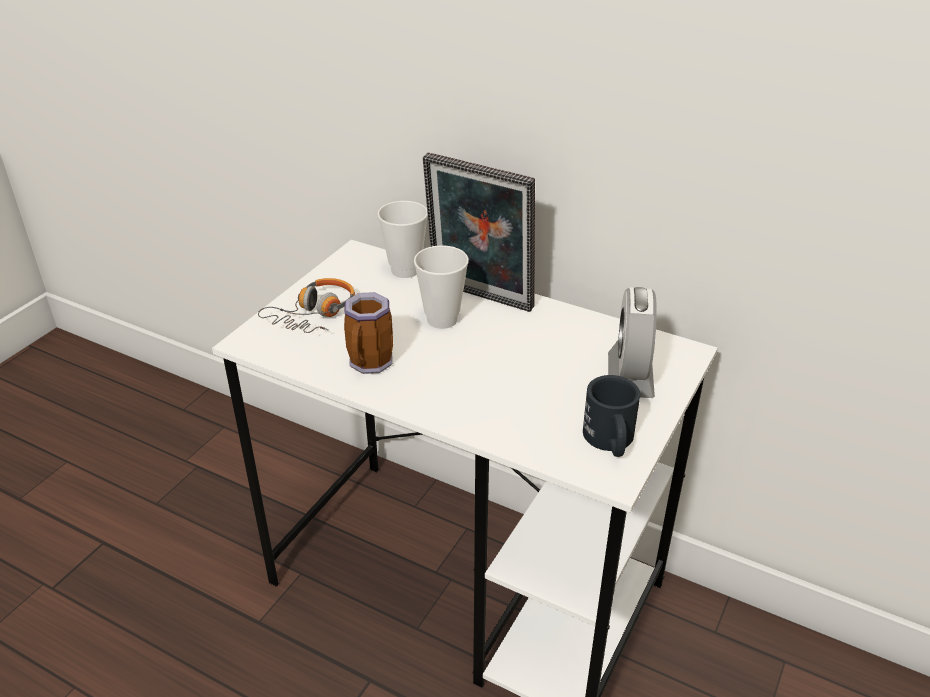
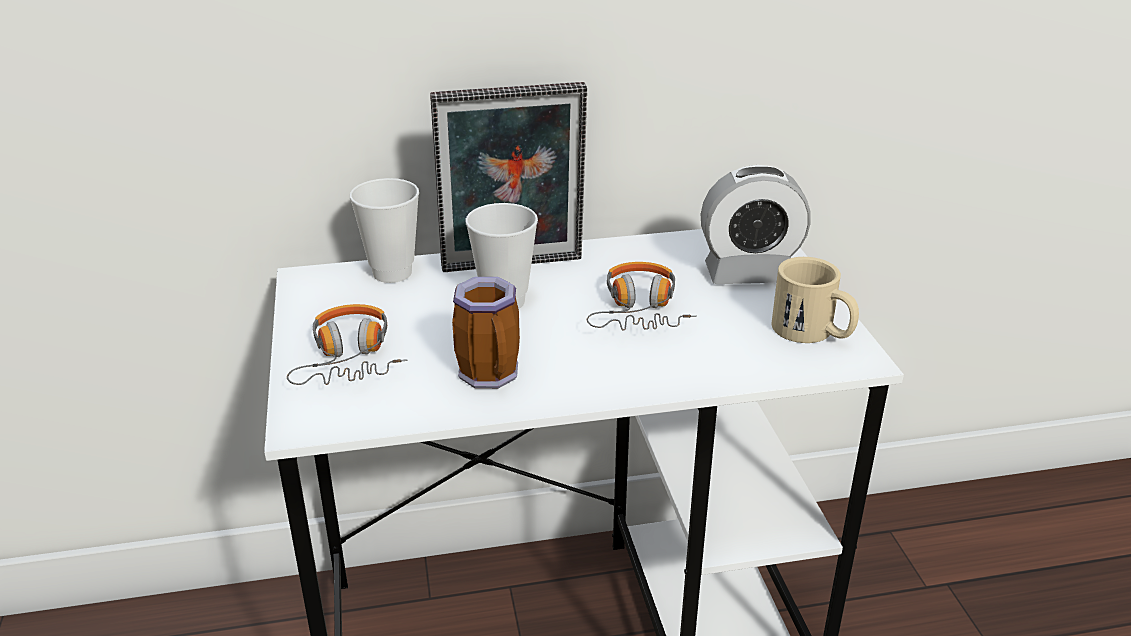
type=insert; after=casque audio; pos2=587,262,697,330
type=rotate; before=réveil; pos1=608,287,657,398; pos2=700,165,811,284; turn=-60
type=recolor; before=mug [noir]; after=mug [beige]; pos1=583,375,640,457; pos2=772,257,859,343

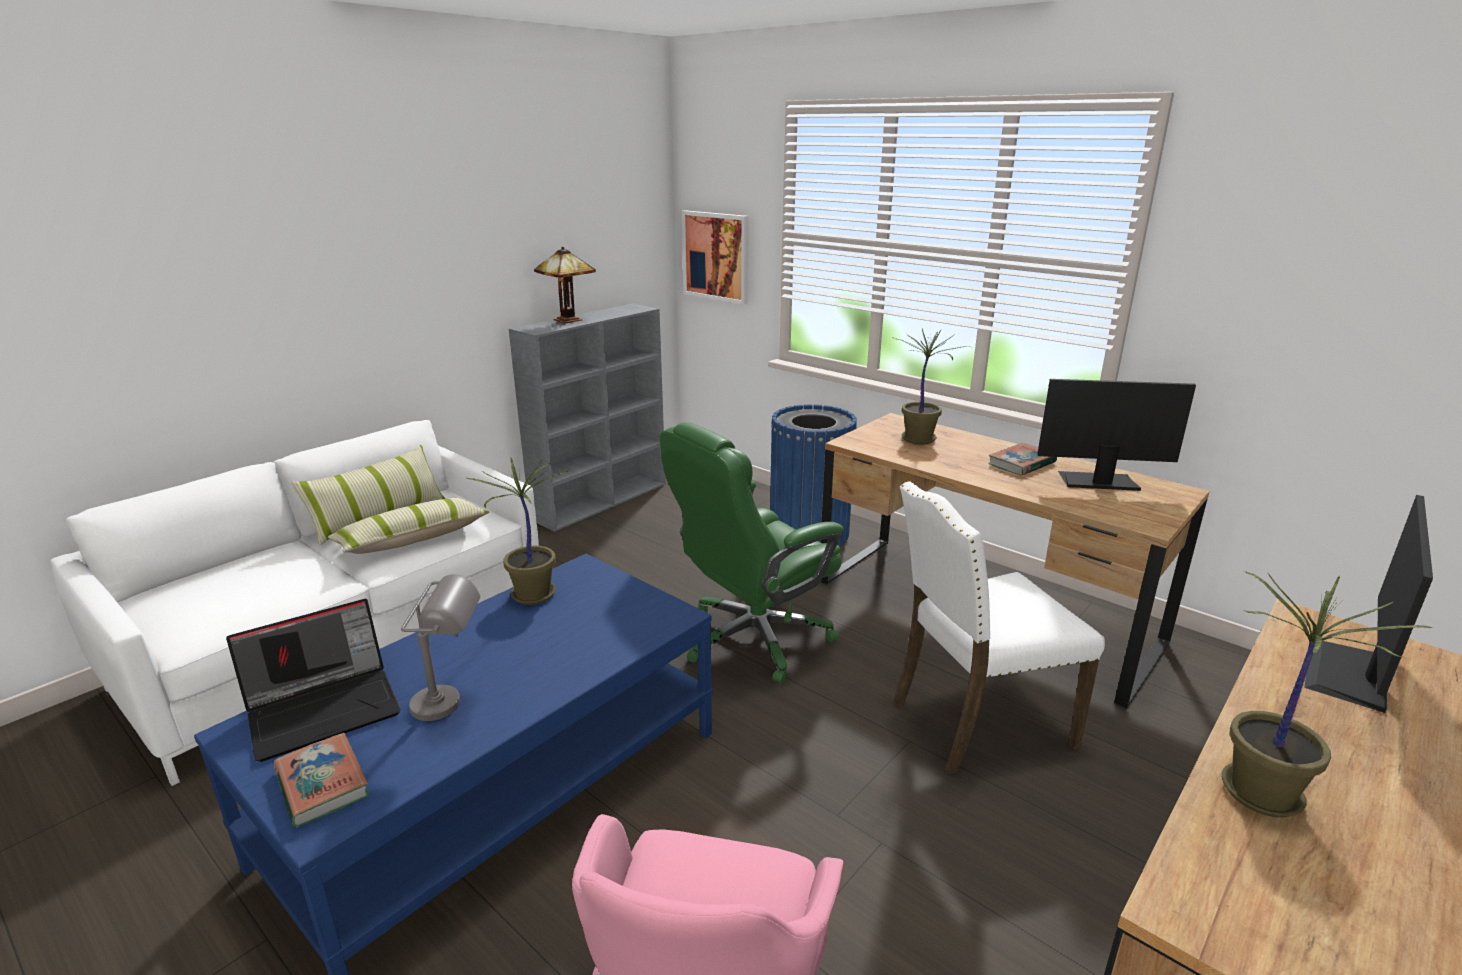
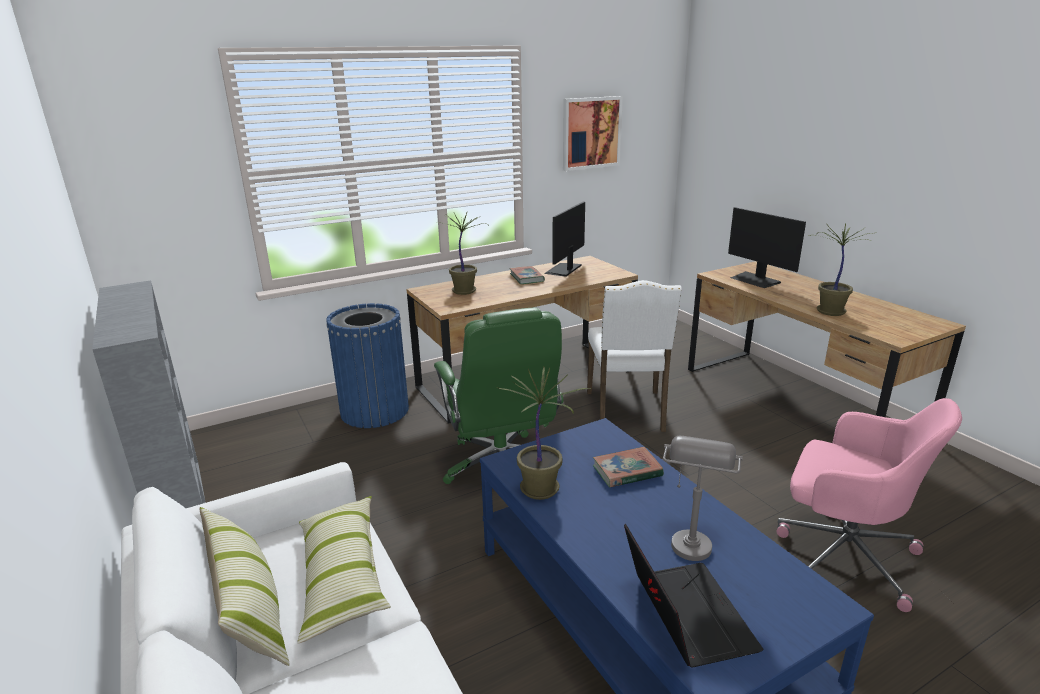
type=move; before=tableau; pos1=682,210,749,305; pos2=563,96,623,171
type=move; before=livre; pos1=274,733,369,827; pos2=593,447,664,487
type=delete; before=lampe de table; pos1=534,246,596,323

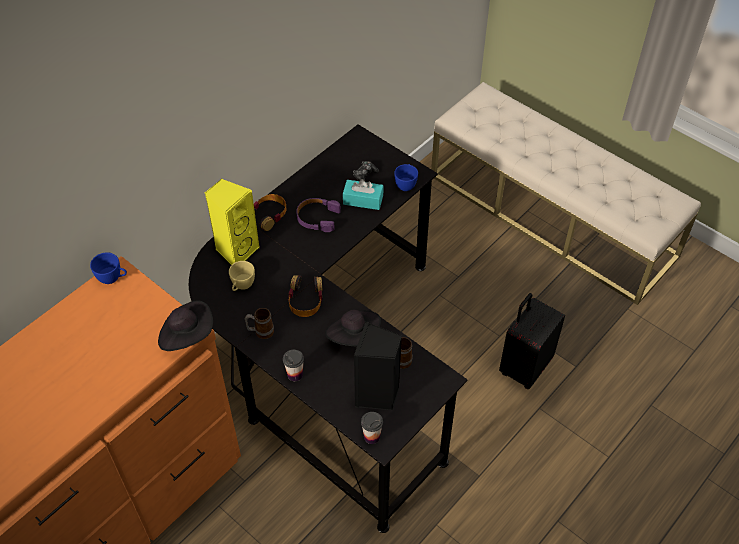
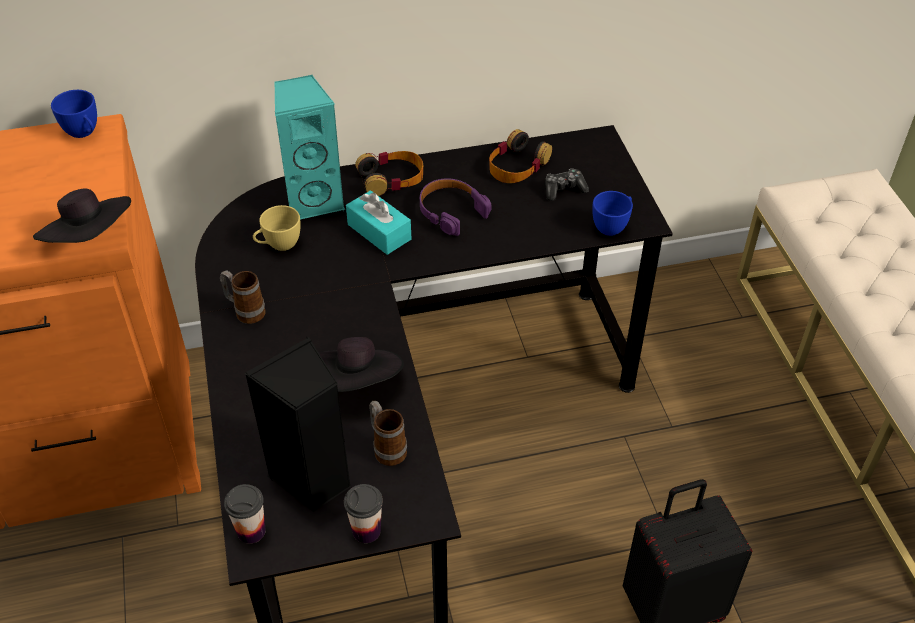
type=recolor; before=enceinte [jaune]; after=enceinte [turquoise]; pos1=205,179,260,265; pos2=275,75,346,219
type=move; before=tasse; pos1=283,350,304,381; pos2=344,484,383,543
type=move; before=boîte à mouchoirs [turquoise]; pos1=343,179,383,210; pos2=346,190,411,255
type=move; before=casque audio; pos1=288,275,323,317; pos2=489,129,552,183

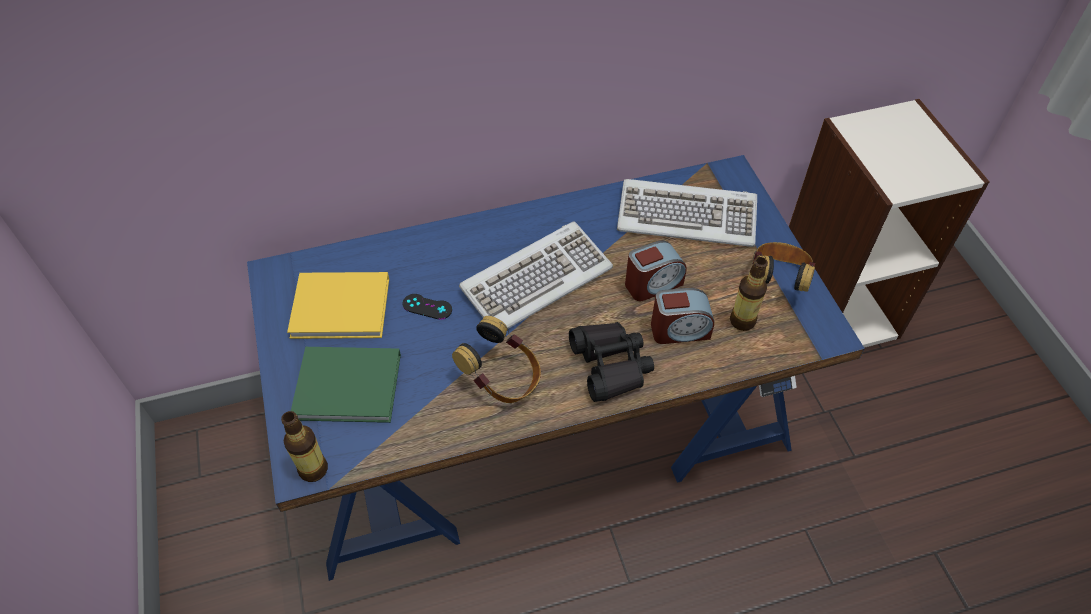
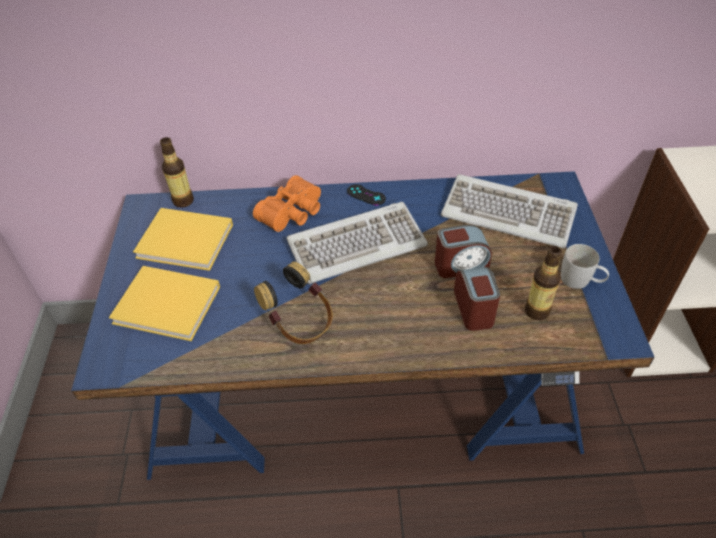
type=recolor; before=livre [vert]; after=livre [jaune]; pos1=291,347,401,423; pos2=109,266,220,341
type=move; before=bouteille; pos1=281,411,328,482; pos2=160,137,194,208
type=insert; after=jumelles [orange]; pos2=253,175,321,232
type=move; before=manette [noir]; pos1=402,294,452,320; pos2=347,184,386,206
type=rotate; before=réveil; pos1=651,288,714,344; pos2=454,267,500,331; turn=-105
type=replace; before=casque audio; after=mug [blanc]; pos1=753,242,815,292; pos2=561,244,609,289
type=delete; before=jumelles [noir]; pos1=569,322,654,402

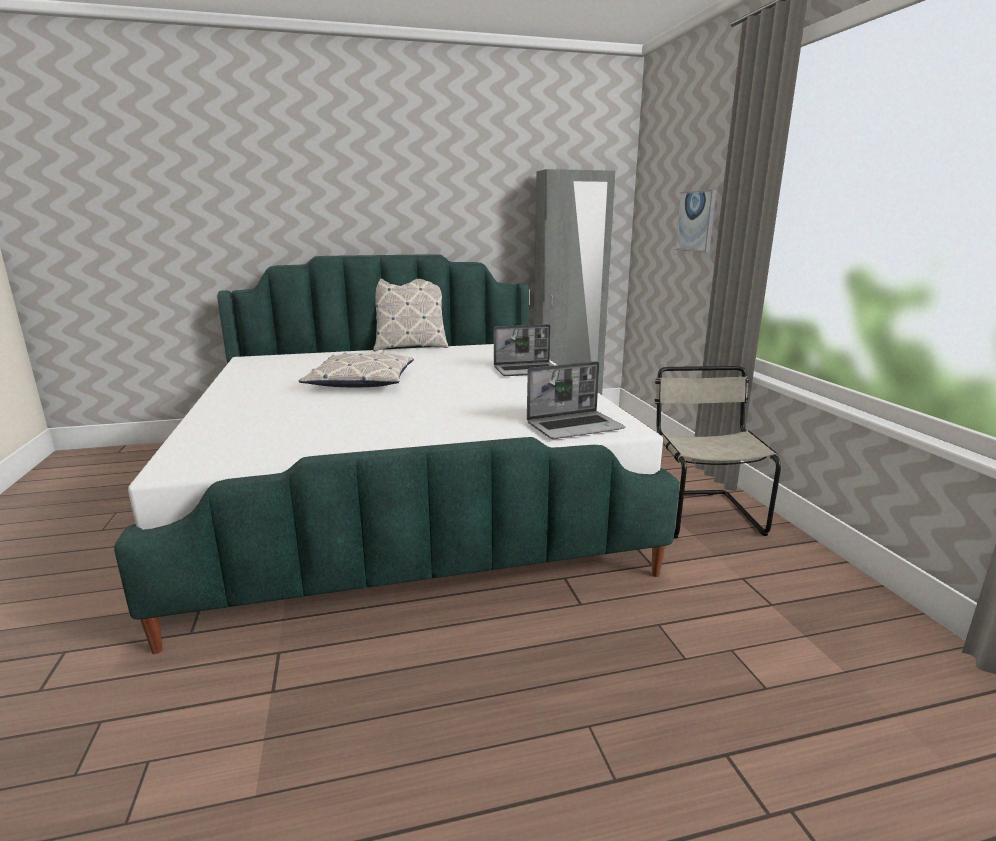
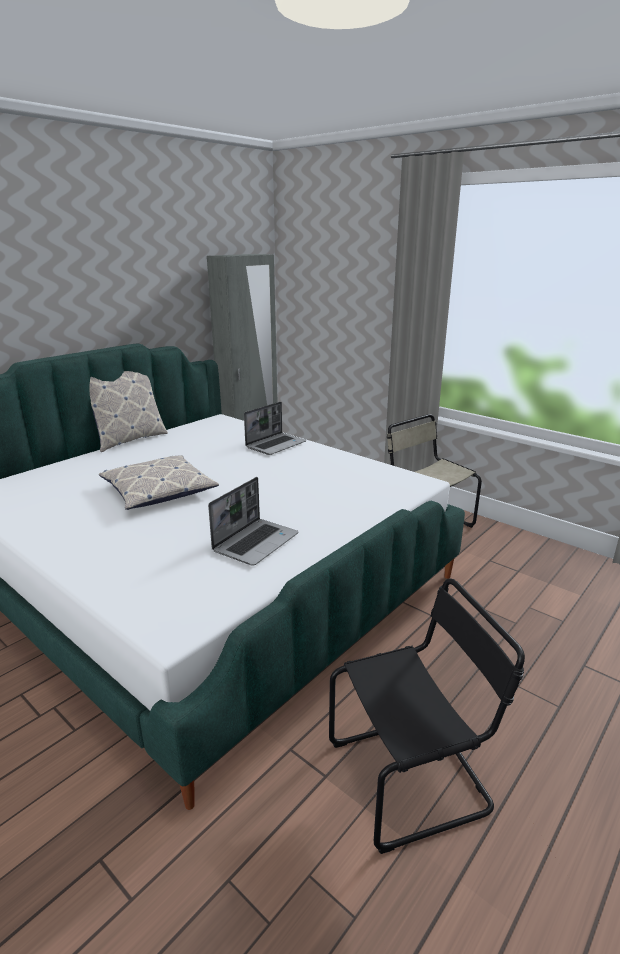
type=move; before=ordinateur portable; pos1=527,361,625,439; pos2=208,477,298,566
type=insert; after=chaise [noir]; pos2=329,578,525,854
type=delete; before=tableau; pos1=675,190,716,253

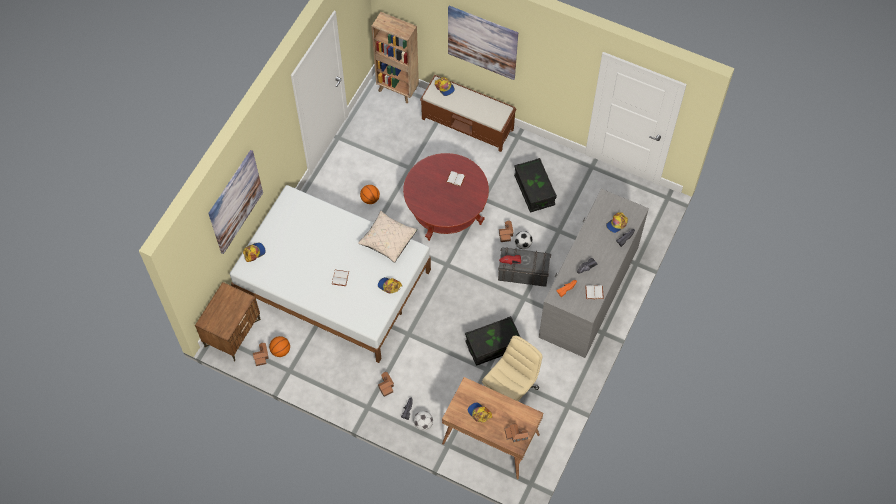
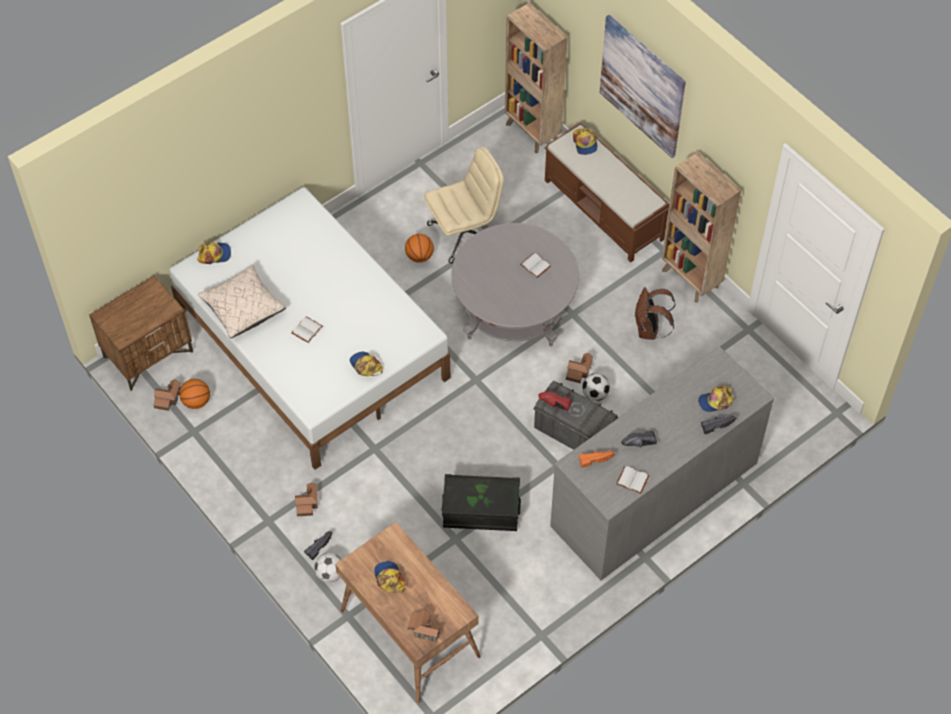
type=move; before=coussin [beige]; pos1=358,211,417,263; pos2=198,265,286,338
type=move; before=chaise de bureau [beige]; pos1=482,335,542,401; pos2=424,147,504,264
type=recolor; before=table basse [rouge]; after=table basse [gris]; pos1=403,153,489,241; pos2=451,223,579,346
type=replace; before=boîte de rangement [noir]; after=sac à dos [marron]; pos1=514,158,557,213; pos2=634,287,675,340
type=insert; after=bibliothèque [marron]; pos2=662,152,741,303
type=delete; before=tableau; pos1=208,150,263,254

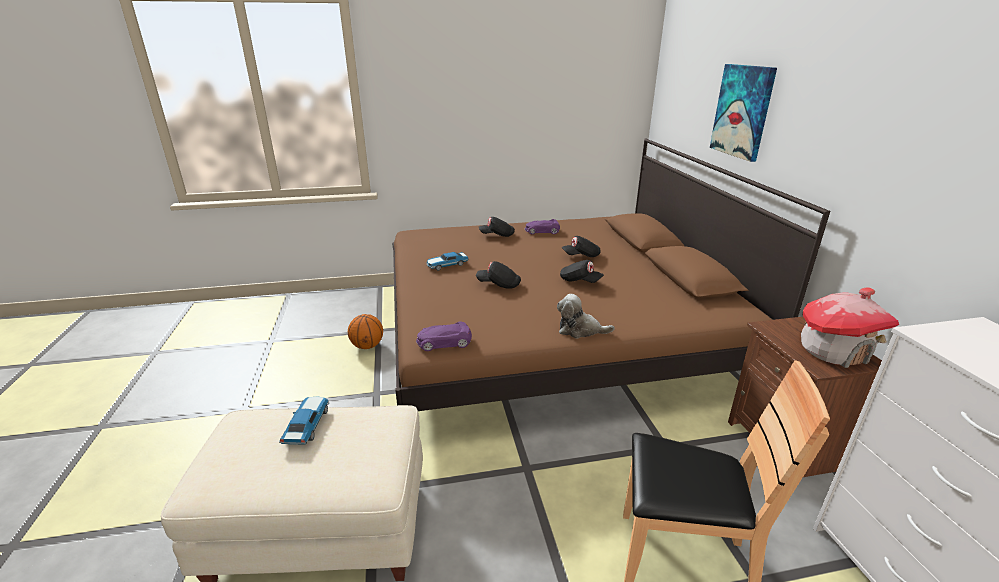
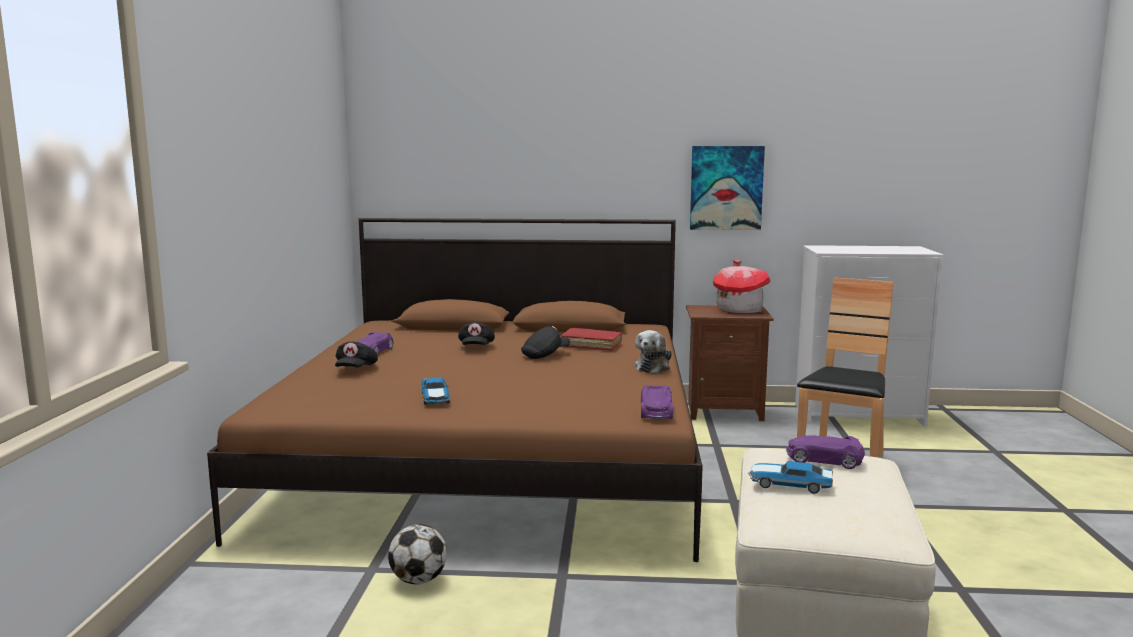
type=replace; before=ballon de basket; after=ballon de foot; pos1=348,314,383,349; pos2=388,524,447,584
type=insert; after=livre [rouge]; pos2=561,327,622,351
type=move; before=tableau; pos1=710,64,777,162; pos2=690,146,765,230
type=insert; after=petite voiture [violet]; pos2=786,435,865,469
type=delete; before=casquette [noir]; pos1=476,261,521,289

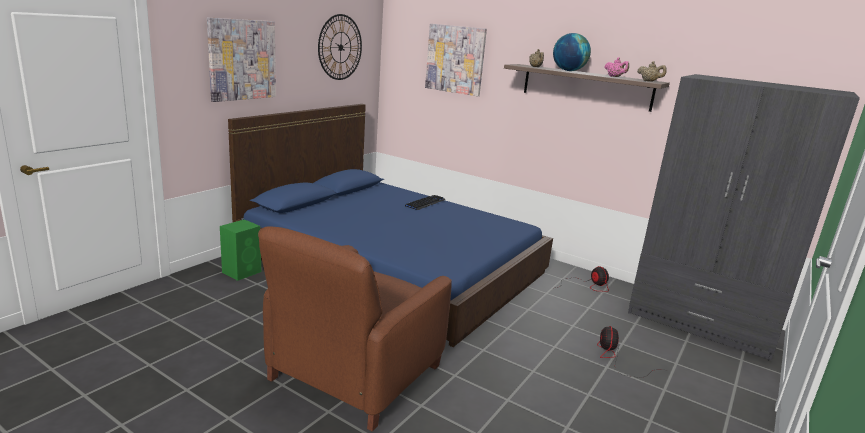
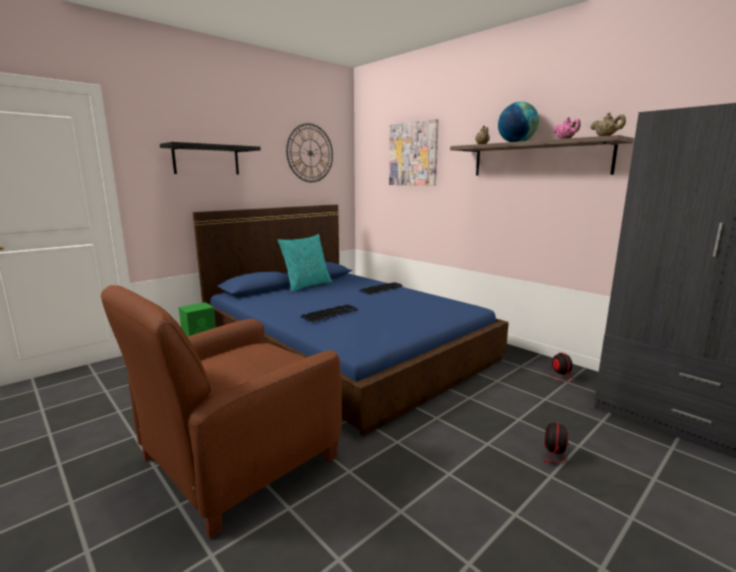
type=replace; before=tableau; after=étagère [noir]; pos1=207,17,276,102; pos2=160,142,261,174
type=insert; after=coussin [turquoise]; pos2=278,234,332,292
type=insert; after=clavier; pos2=301,304,358,322

